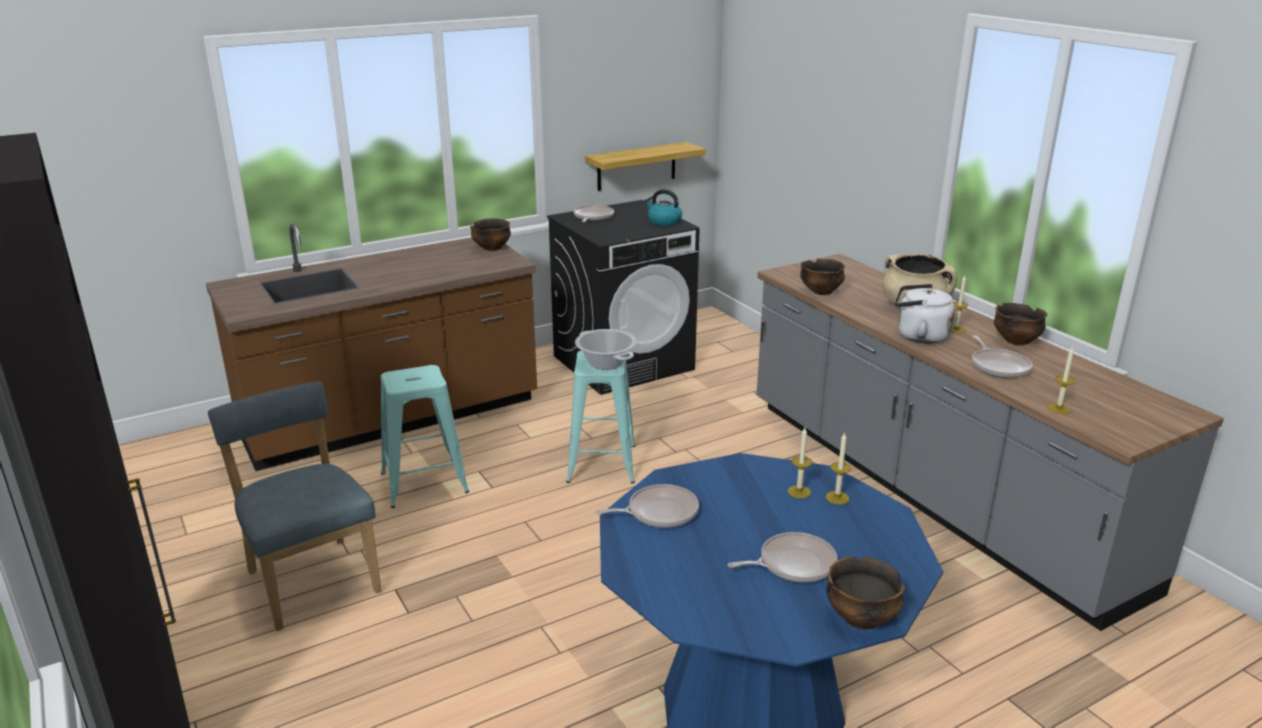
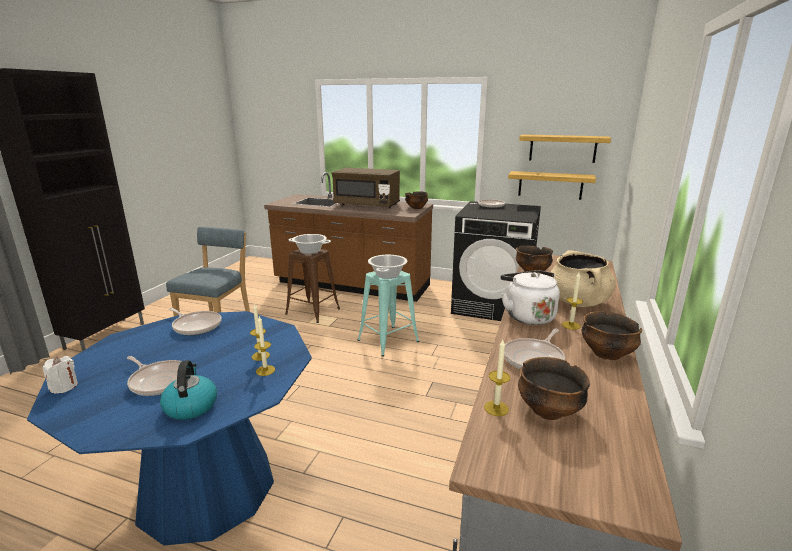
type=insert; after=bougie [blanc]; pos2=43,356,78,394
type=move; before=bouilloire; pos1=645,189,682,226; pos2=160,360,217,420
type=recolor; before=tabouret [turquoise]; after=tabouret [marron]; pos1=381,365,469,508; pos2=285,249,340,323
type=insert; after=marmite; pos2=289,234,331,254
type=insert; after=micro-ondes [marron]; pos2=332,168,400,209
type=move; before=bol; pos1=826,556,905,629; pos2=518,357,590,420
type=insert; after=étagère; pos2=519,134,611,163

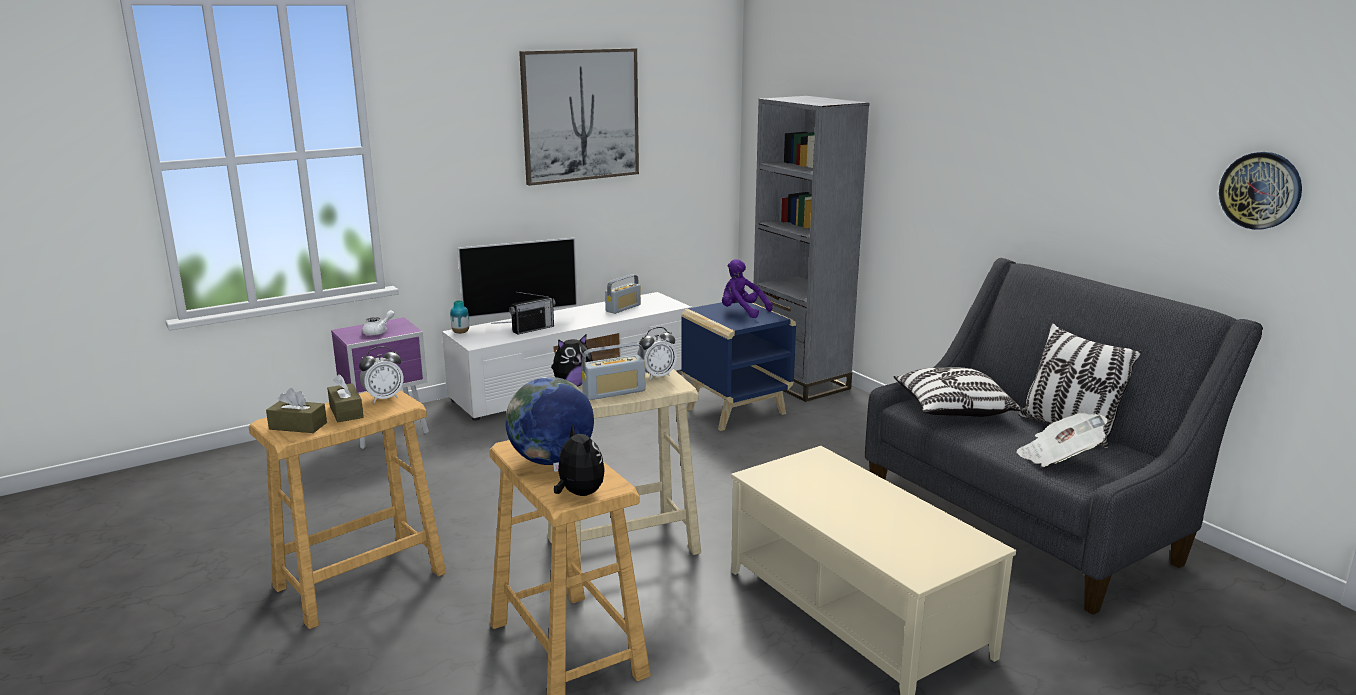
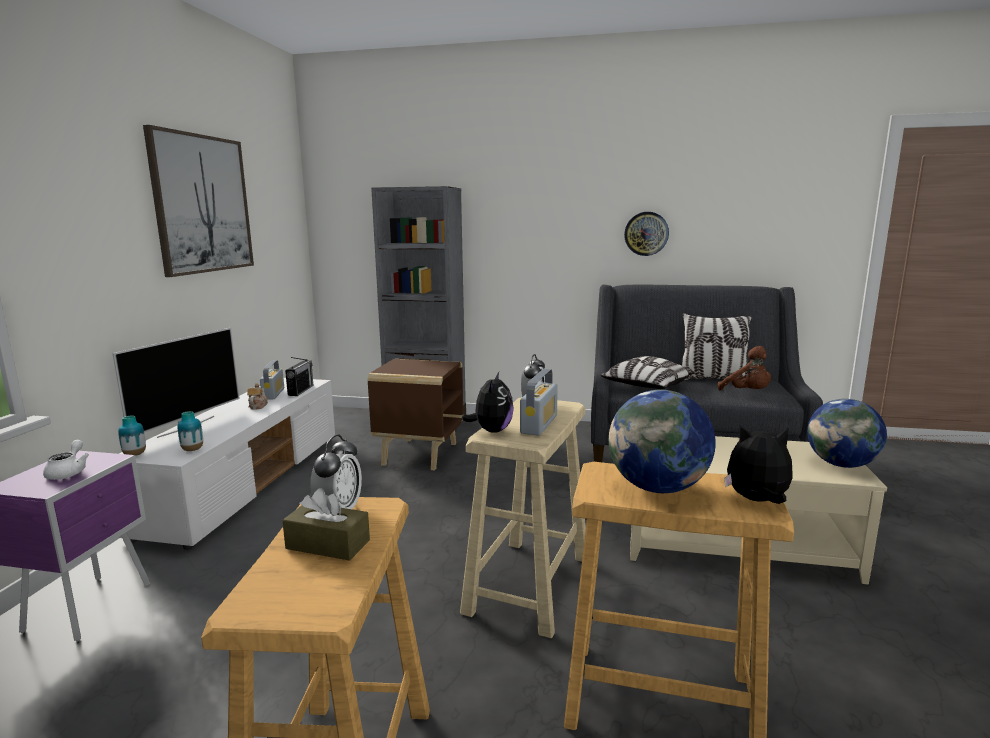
type=insert; after=vase; pos2=178,411,203,451
type=insert; after=théière; pos2=247,383,268,410
type=move; before=radio; pos1=509,292,556,335; pos2=285,357,314,396
type=recolor; before=table d'appoint [bleu]; after=table d'appoint [marron]; pos1=681,302,796,431; pos2=368,359,463,470
type=move; before=horloge murale; pos1=1219,152,1302,230; pos2=624,212,669,256
type=replace; before=journal; after=peluche [marron]; pos1=1017,412,1108,467; pos2=717,346,771,391
type=insert; after=globe; pos2=807,399,887,468
type=delete; before=boîte à mouchoirs [marron]; pos1=266,388,327,433
type=delete; before=peluche [violet]; pos1=722,259,773,318

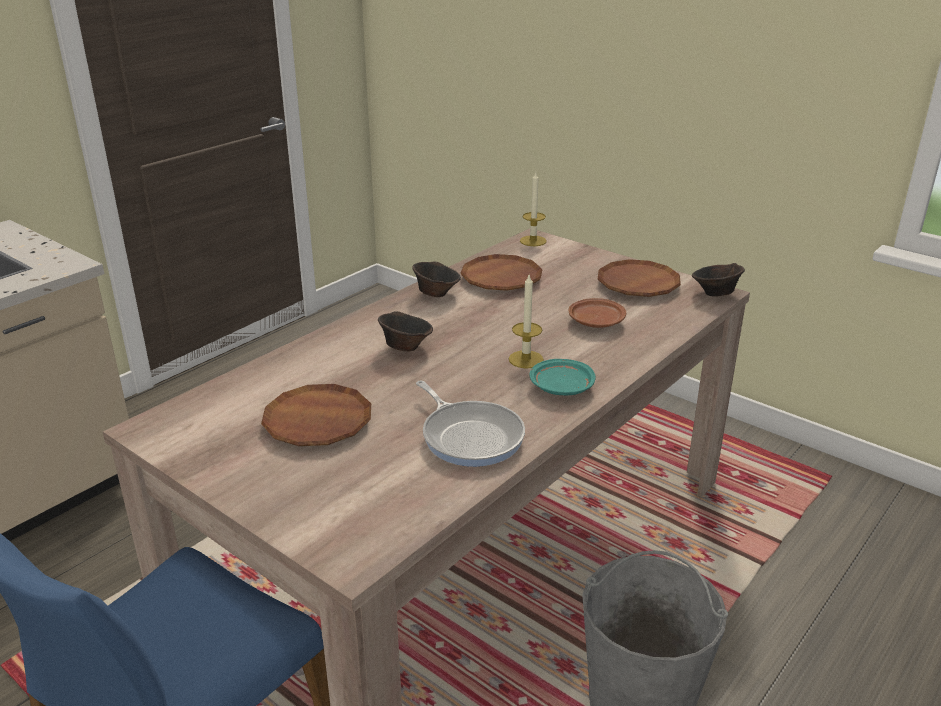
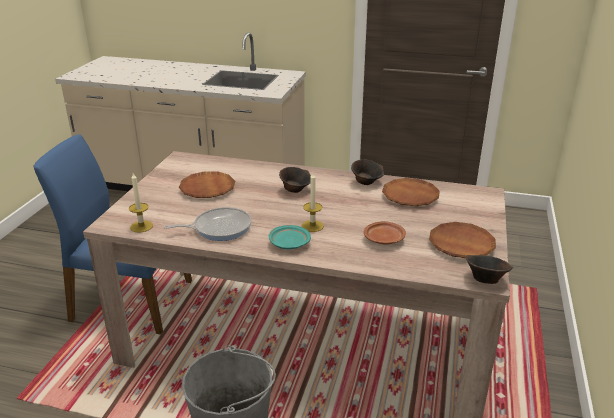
type=move; before=bougie; pos1=520,172,547,246; pos2=129,173,153,233
type=rotate; before=poêle; pos1=416,381,525,467; pos2=164,207,252,241; turn=-135

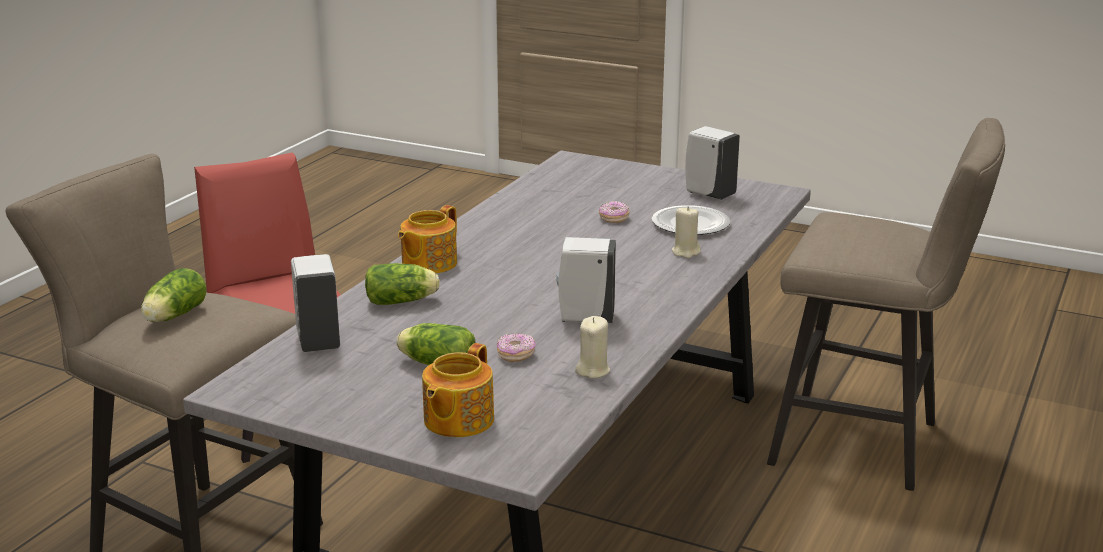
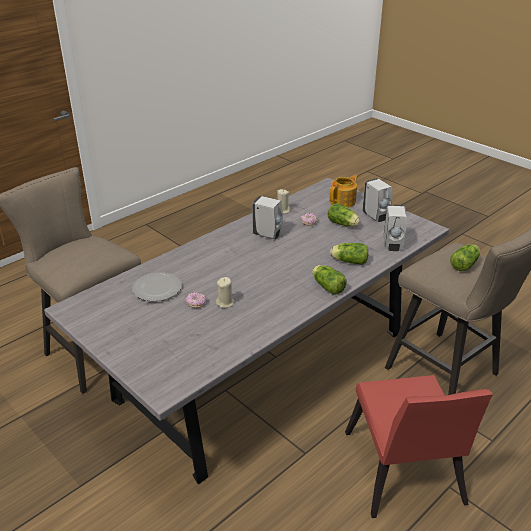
type=move; before=bougie [beige]; pos1=672,206,701,258; pos2=216,277,234,308
type=replace; before=théière; after=laitue; pos1=398,205,457,273; pos2=312,265,347,294
type=move; before=distributeur de savon [blanc]; pos1=685,126,740,200; pos2=362,178,393,222

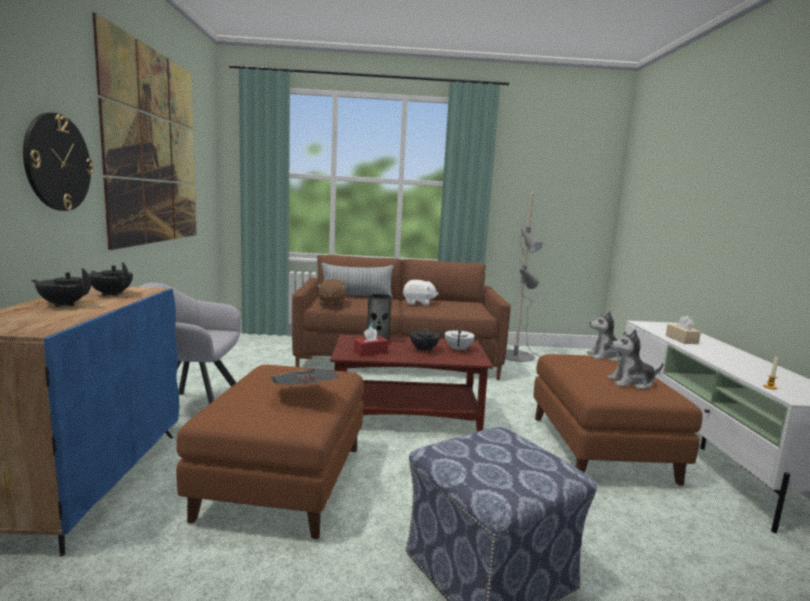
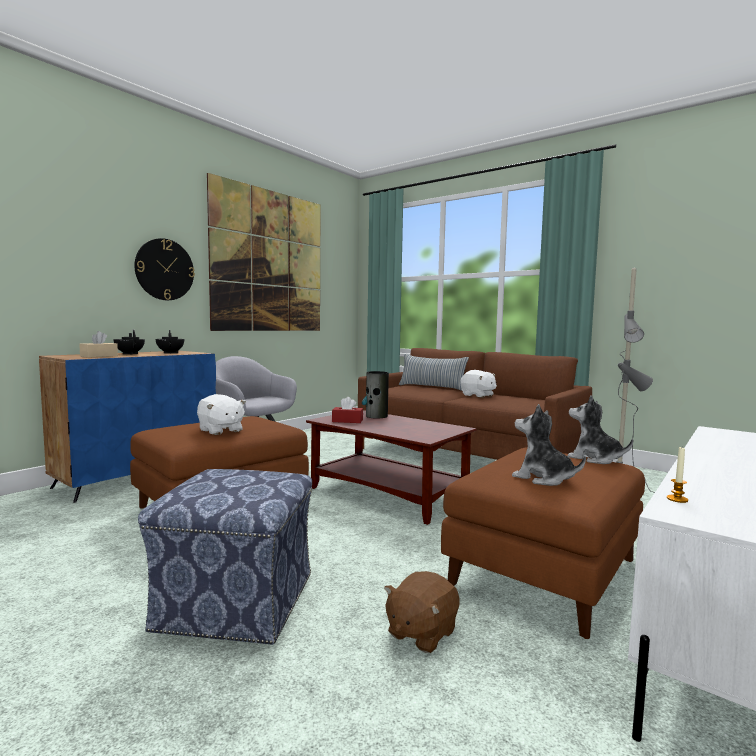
type=move; before=boîte à mouchoirs [beige]; pos1=666,316,701,344; pos2=79,331,118,358
type=replace; before=journal; after=peluche [blanc]; pos1=269,369,338,385; pos2=197,394,246,435
type=move; before=peluche [marron]; pos1=317,279,346,307; pos2=384,571,459,653
type=delete; before=théière [noir]; pos1=410,328,440,352
type=delete; before=théière [blanc]; pos1=445,328,475,351

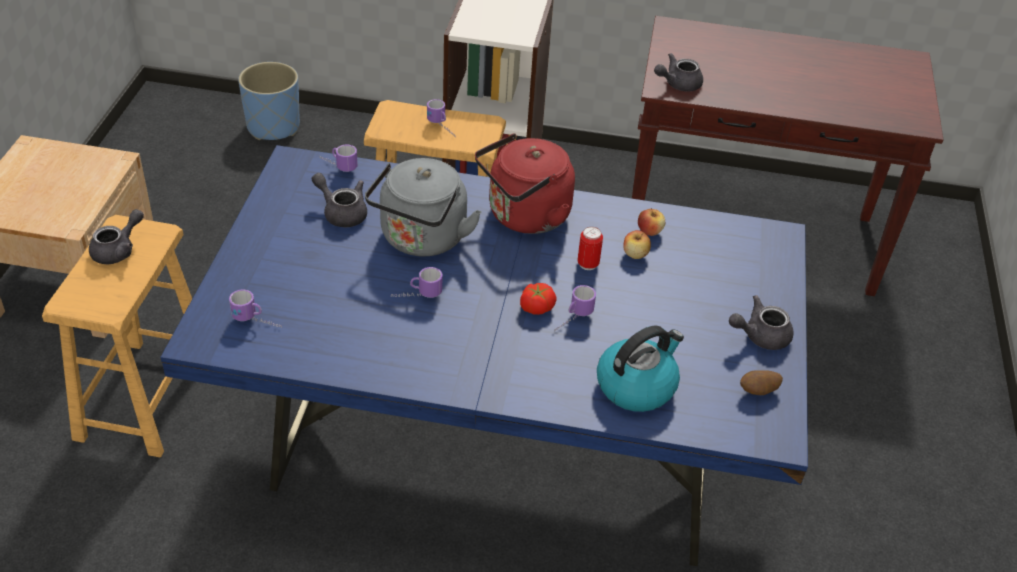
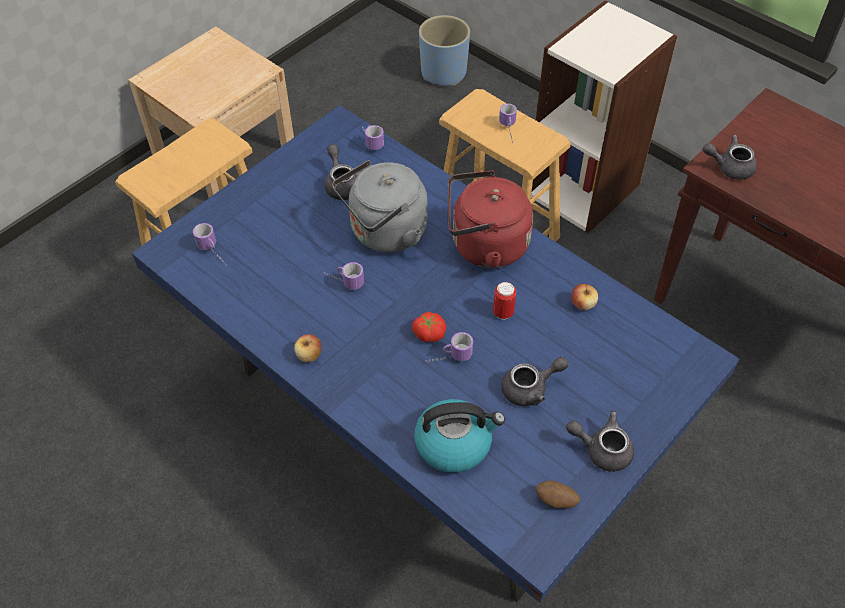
type=move; before=pomme; pos1=623,230,651,259; pos2=294,334,321,362
type=move; before=théière [gris]; pos1=89,209,144,264; pos2=501,357,568,406

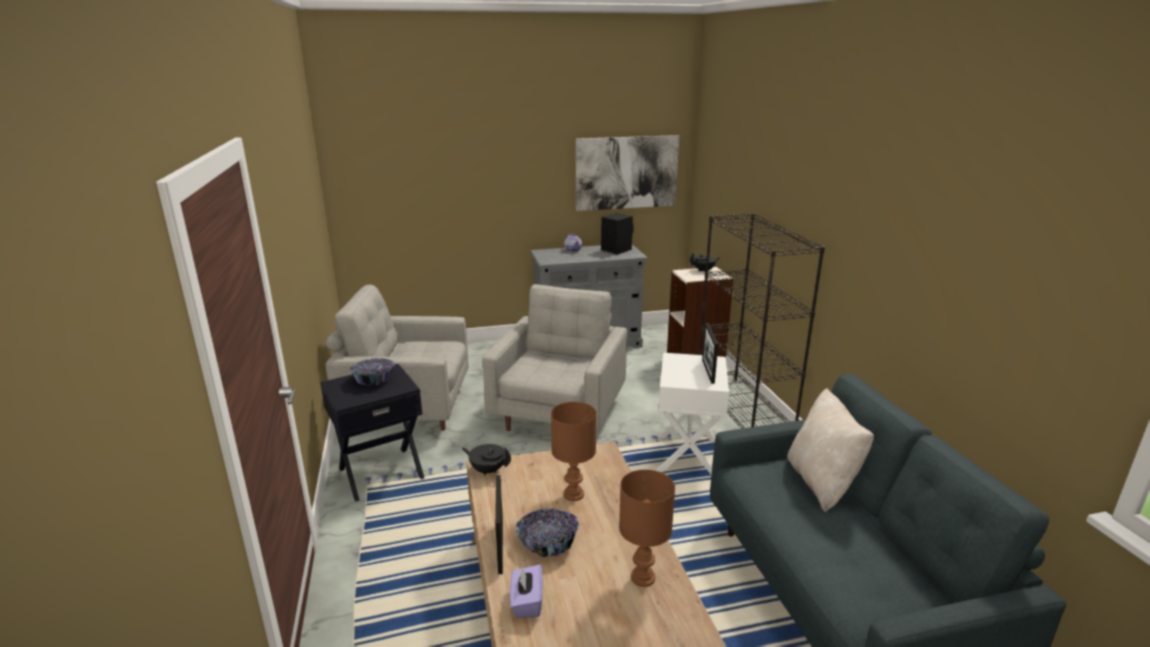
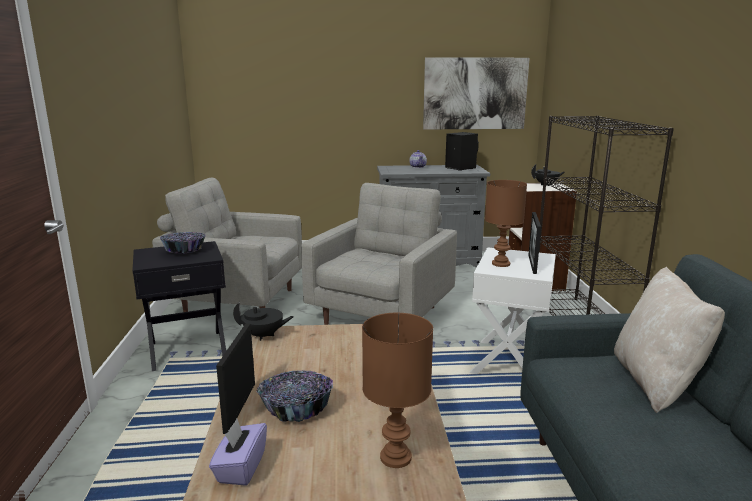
type=rotate; before=théière [noir]; pos1=462,444,511,476; pos2=233,302,294,341; turn=150
type=move; before=lampe de table [marron]; pos1=551,402,596,501; pos2=485,180,527,267

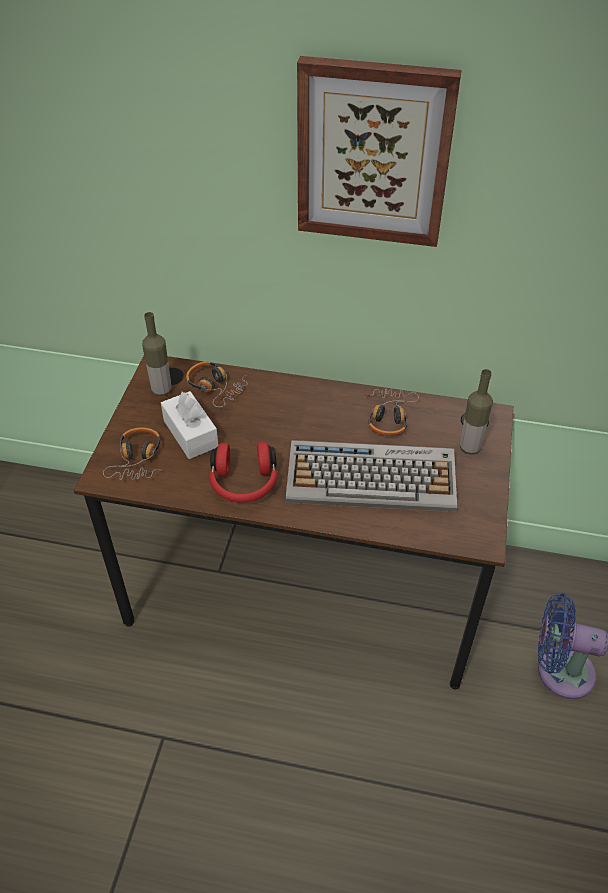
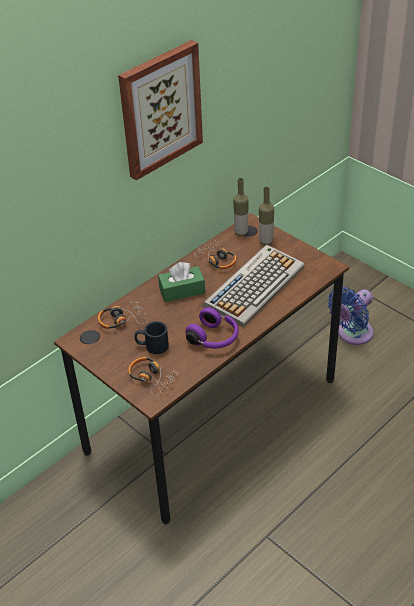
type=replace; before=boîte à mouchoirs [blanc]; after=mug [noir]; pos1=161,391,219,459; pos2=135,321,169,354
type=insert; after=boîte à mouchoirs [vert]; pos2=158,262,205,302
type=recolor; before=casque audio [rouge]; after=casque audio [violet]; pos1=209,442,278,503; pos2=185,307,239,349
type=move; before=bouteille; pos1=142,312,171,396; pos2=233,178,248,236

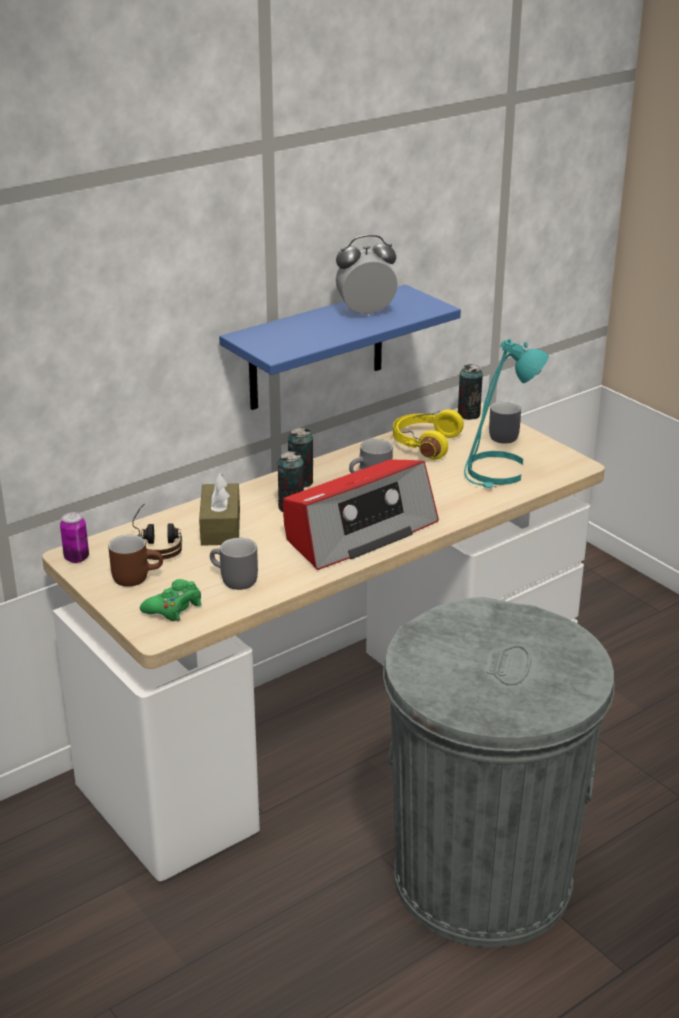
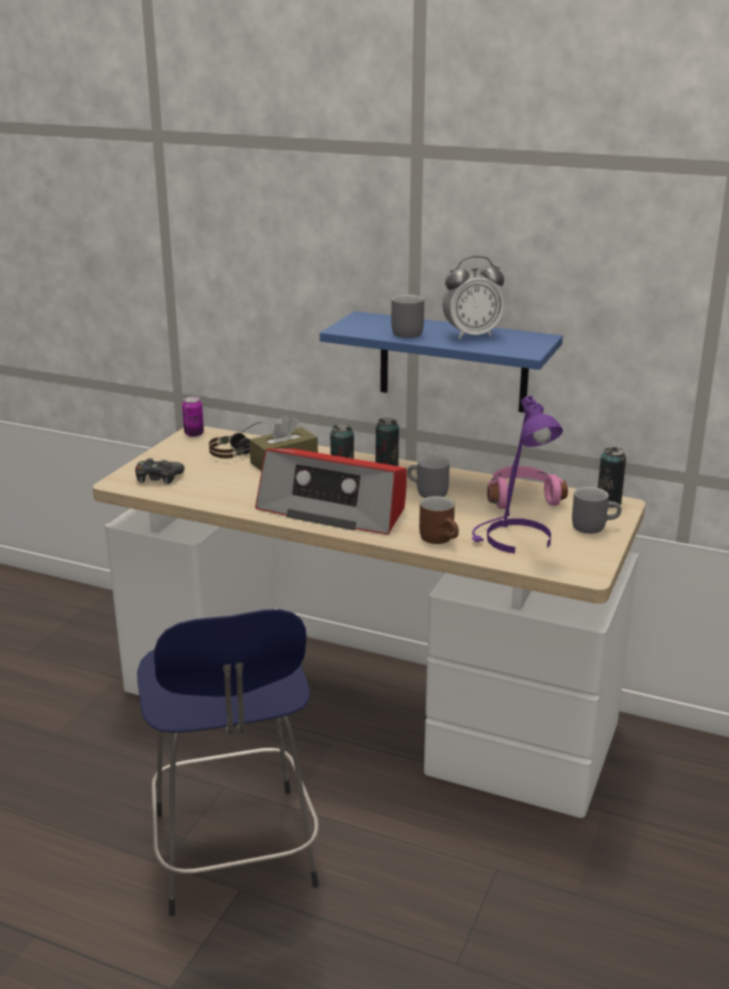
type=recolor; before=manette [vert]; after=manette [noir]; pos1=140,579,202,621; pos2=135,458,185,484
type=replace; before=poubelle [gris]; after=tabouret [bleu]; pos1=383,597,614,948; pos2=137,609,319,916
type=move; before=mug [gris]; pos1=210,538,258,590; pos2=391,295,424,338
type=move; before=mug [marron]; pos1=108,535,163,587; pos2=419,496,459,544
type=rotate; before=réveil; pos1=335,235,397,316; pos2=442,256,504,340; turn=120
type=recolor; before=lampe de table [turquoise]; after=lampe de table [violet]; pos1=464,339,549,488; pos2=472,395,563,554
type=recolor; before=casque audio [jaune]; after=casque audio [rose]; pos1=393,410,464,460; pos2=487,466,568,509

